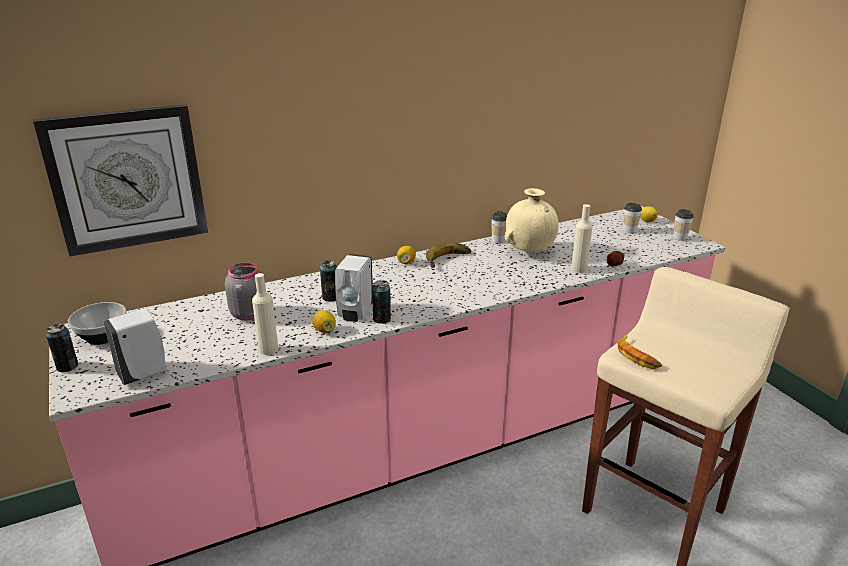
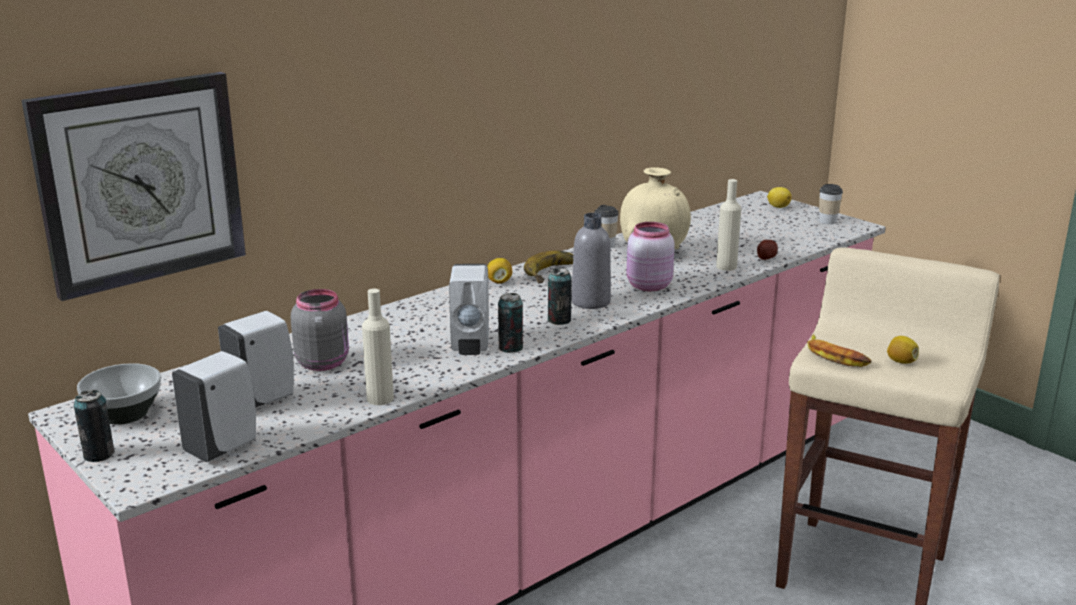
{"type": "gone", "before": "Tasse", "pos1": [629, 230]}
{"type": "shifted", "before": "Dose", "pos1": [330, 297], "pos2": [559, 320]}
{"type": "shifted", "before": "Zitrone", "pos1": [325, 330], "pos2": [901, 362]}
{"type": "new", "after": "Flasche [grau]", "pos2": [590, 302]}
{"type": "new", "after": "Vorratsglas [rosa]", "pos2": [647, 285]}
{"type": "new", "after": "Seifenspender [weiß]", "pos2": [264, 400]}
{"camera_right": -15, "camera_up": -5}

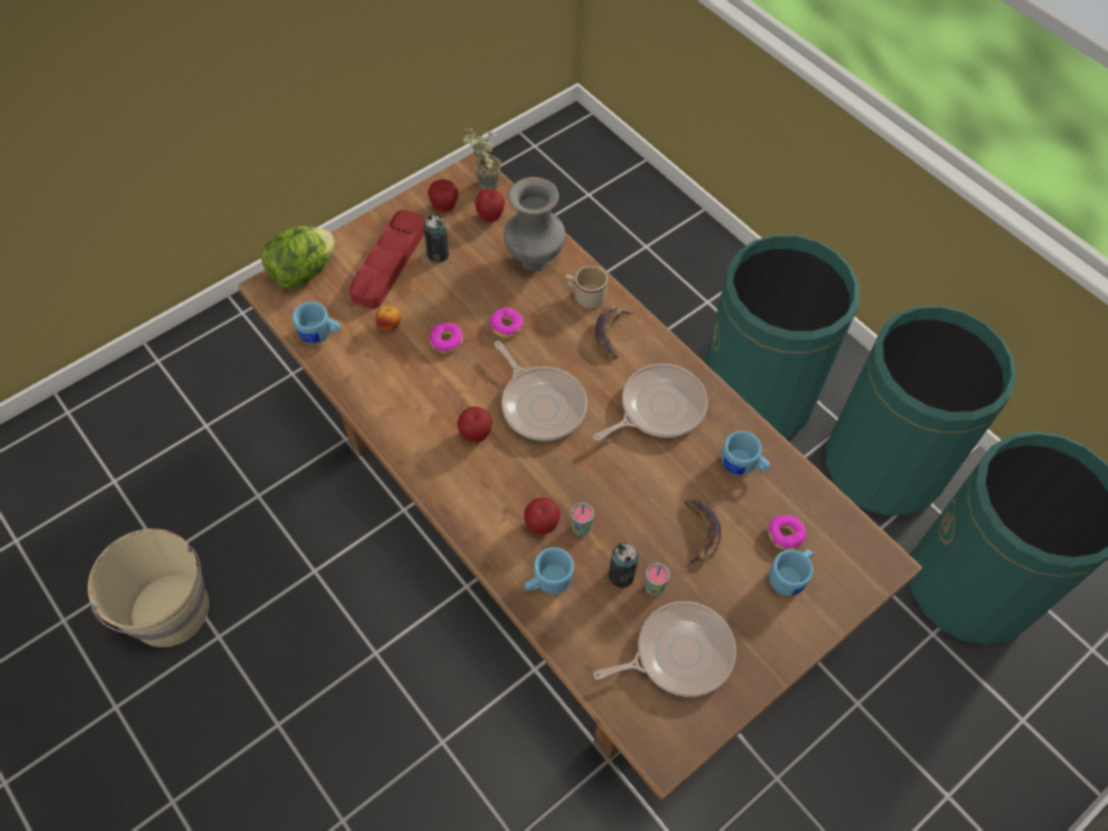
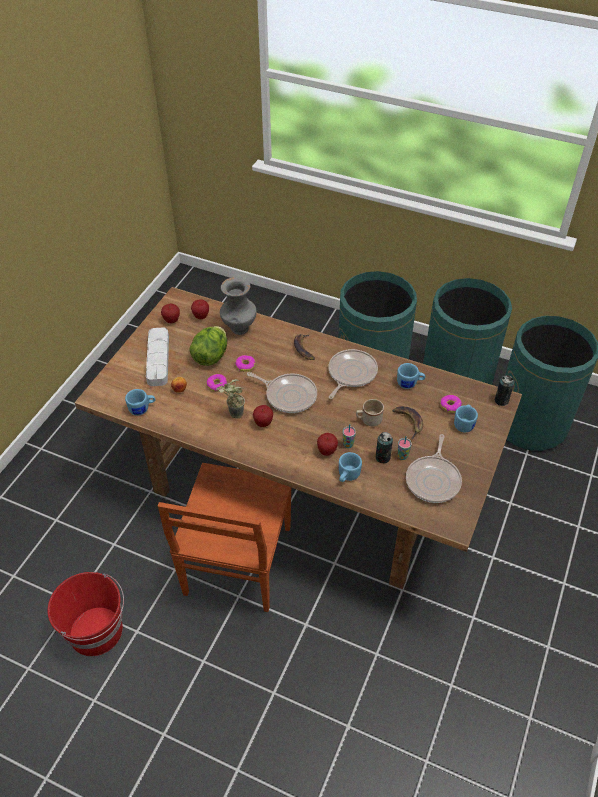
{"type": "shifted", "before": "Topfpflanze", "pos1": [482, 184], "pos2": [232, 415]}
{"type": "repainted", "before": "Tablett [rot]", "after": "Tablett [grau]", "pos1": [389, 263], "pos2": [158, 359]}
{"type": "shifted", "before": "Dose", "pos1": [438, 254], "pos2": [501, 400]}
{"type": "shifted", "before": "Salatkopf", "pos1": [302, 272], "pos2": [211, 356]}
{"type": "shifted", "before": "Henkelbecher [beige]", "pos1": [584, 296], "pos2": [368, 420]}
{"type": "repainted", "before": "Eimer [beige]", "after": "Eimer [rot]", "pos1": [171, 611], "pos2": [97, 631]}
{"type": "rotated", "before": "Pfanne", "pos1": [678, 653], "pos2": [433, 480], "turn": 150}
{"type": "new", "after": "Stuhl [braun]", "pos2": [237, 563]}
{"camera_right": -25, "camera_up": -10}

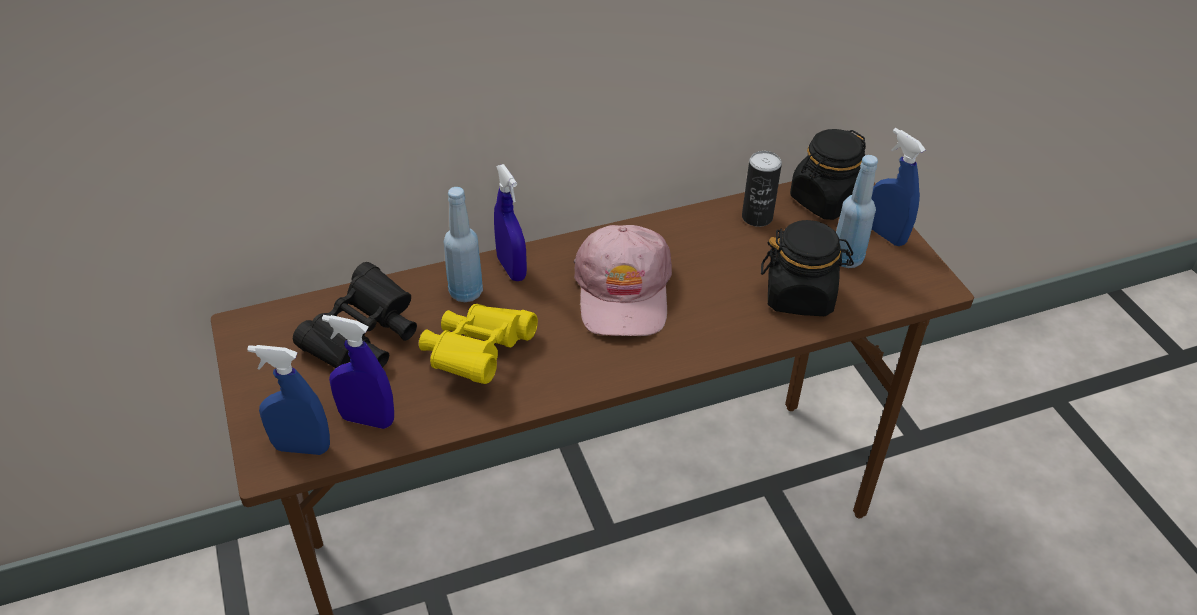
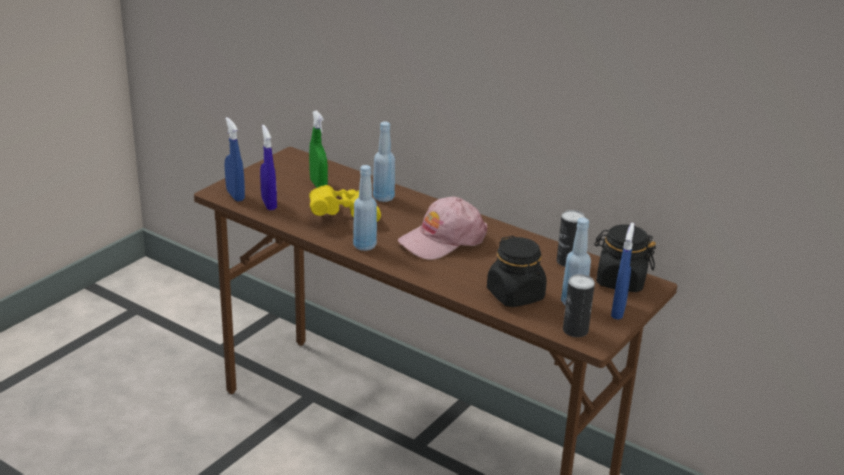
{"type": "gone", "before": "Sprühflasche [blau]", "pos1": [511, 268]}
{"type": "swapped", "before": "Fernglas [schwarz]", "after": "Sprühflasche [grün]", "pos1": [364, 339], "pos2": [318, 185]}
{"type": "new", "after": "Flasche [blau]", "pos2": [364, 246]}
{"type": "new", "after": "Dose", "pos2": [575, 330]}
{"camera_right": 55, "camera_up": -15}

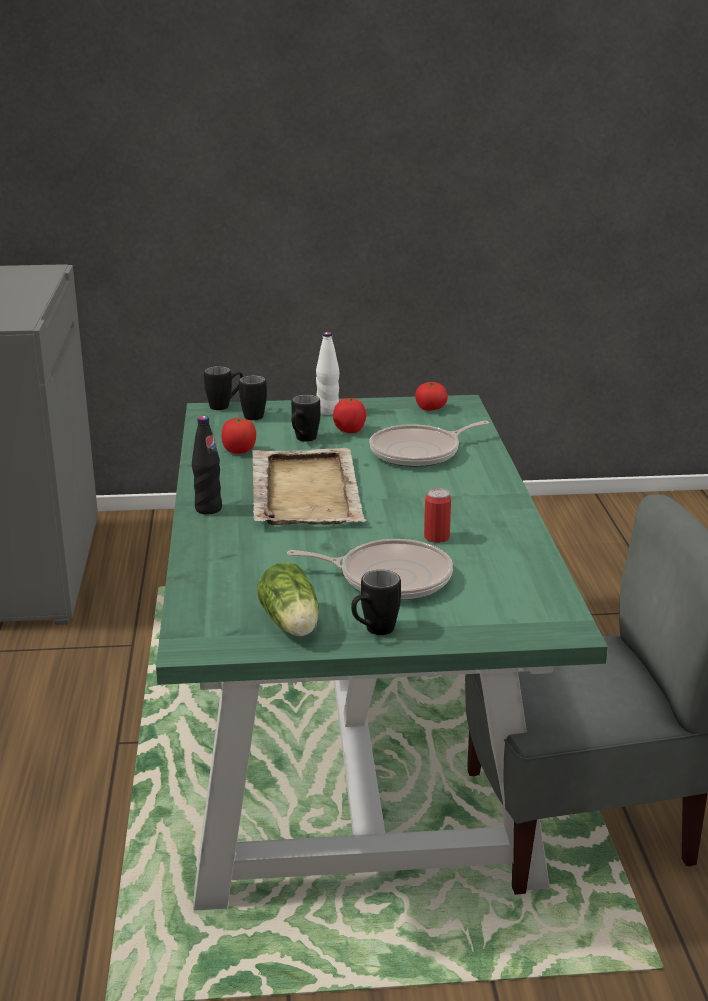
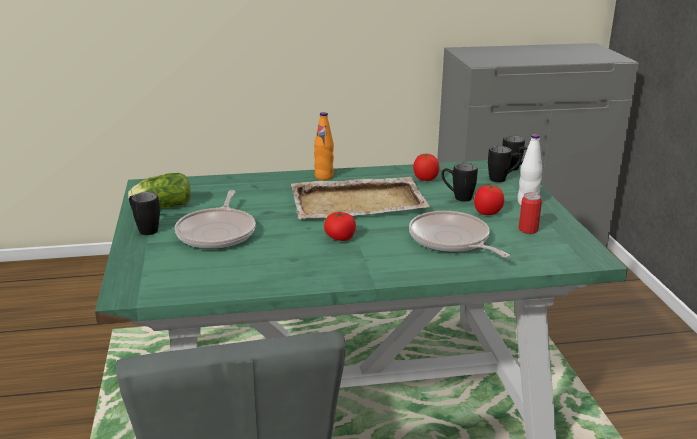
{"type": "shifted", "before": "Tomate", "pos1": [430, 409], "pos2": [340, 238]}
{"type": "repainted", "before": "Flasche [schwarz]", "after": "Flasche [orange]", "pos1": [208, 509], "pos2": [324, 177]}
{"type": "shifted", "before": "Dose", "pos1": [436, 537], "pos2": [528, 230]}
{"camera_right": 85, "camera_up": 0}

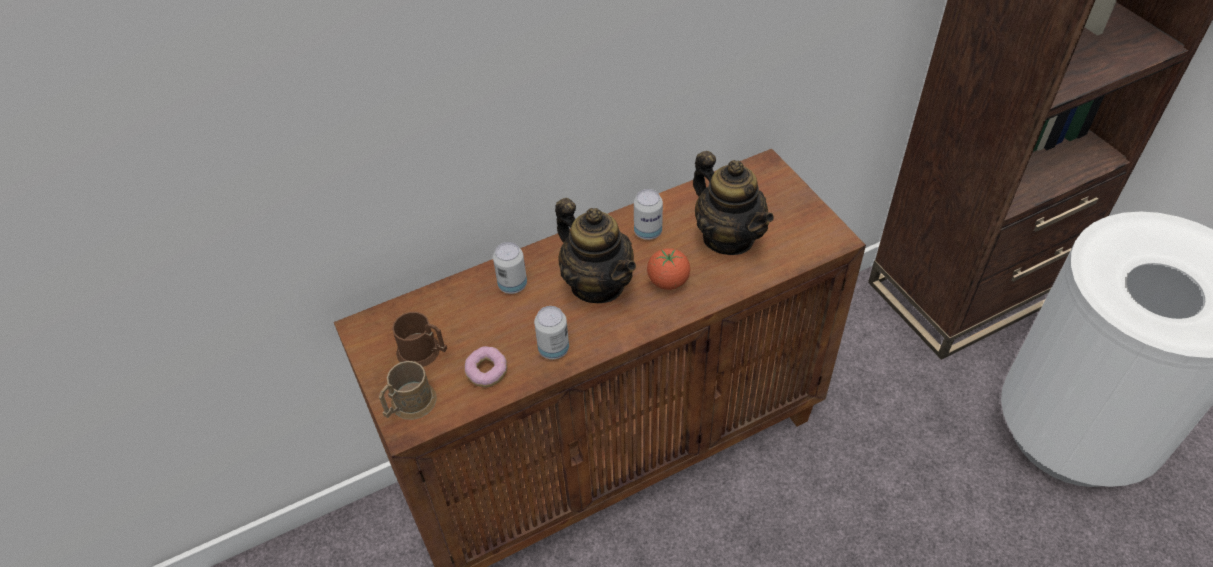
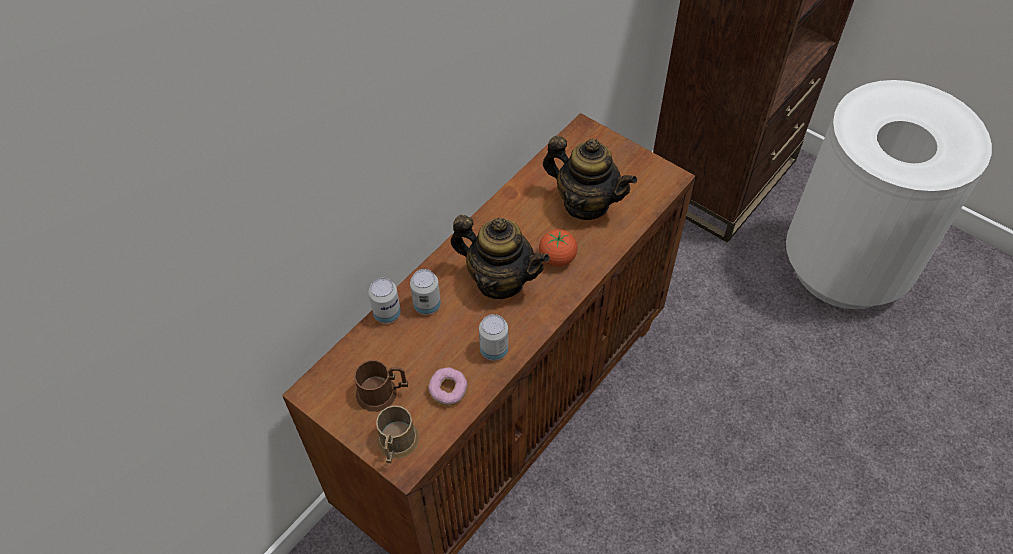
{"type": "shifted", "before": "Dose", "pos1": [648, 232], "pos2": [387, 314]}
{"camera_right": -25, "camera_up": 5}

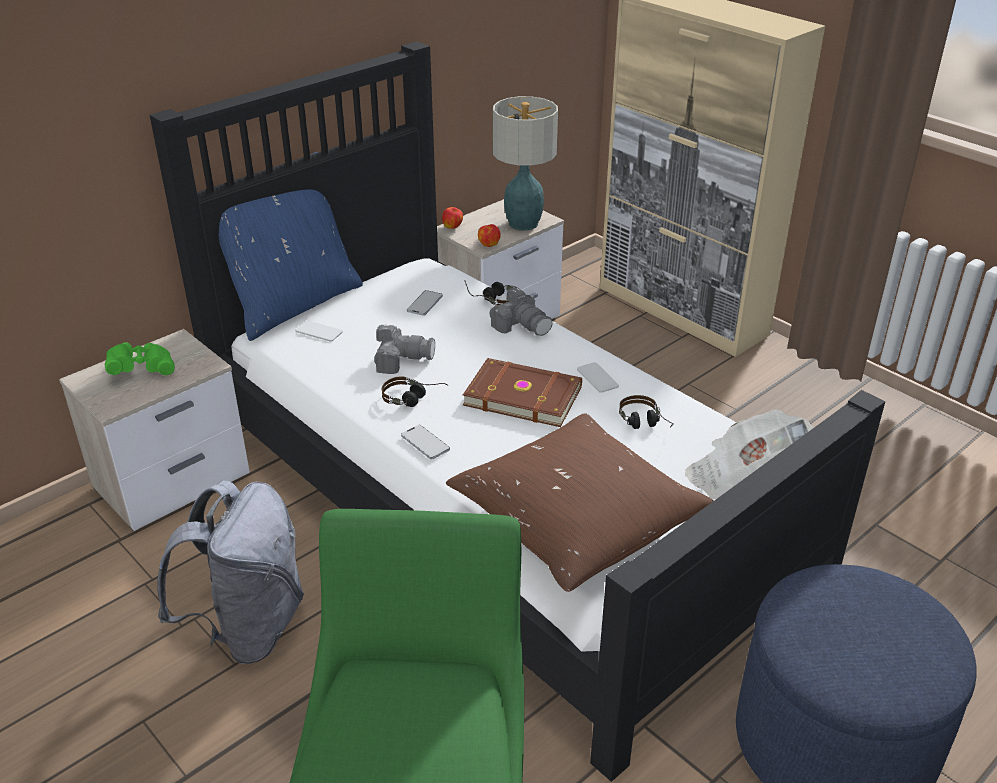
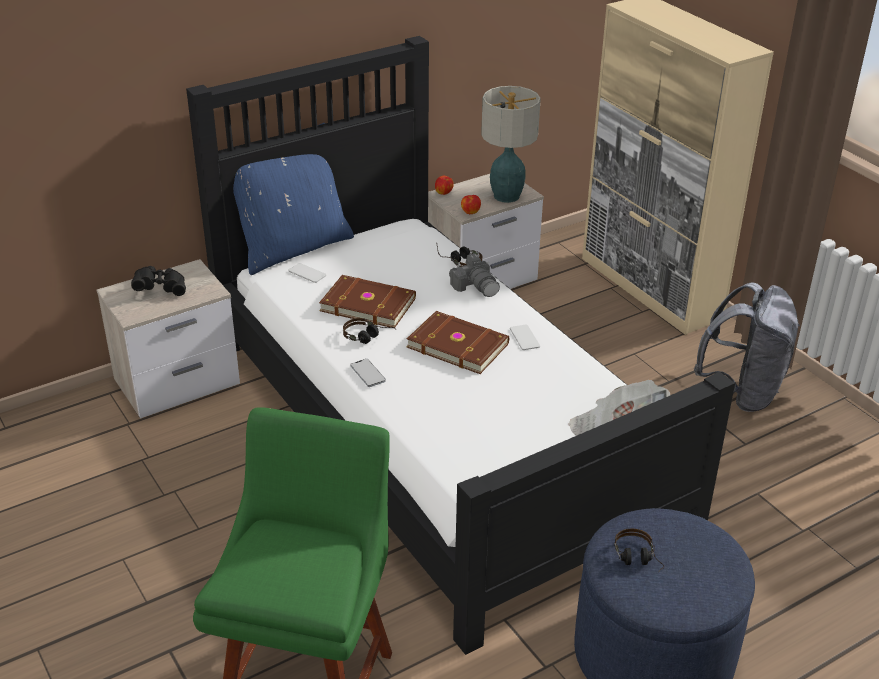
{"type": "gone", "before": "Handy", "pos1": [424, 304]}
{"type": "swapped", "before": "Kamera", "after": "Buch [braun]", "pos1": [401, 359], "pos2": [368, 304]}
{"type": "repainted", "before": "Fernglas [grün]", "after": "Fernglas [schwarz]", "pos1": [142, 369], "pos2": [161, 289]}
{"type": "shifted", "before": "Kopfhörer", "pos1": [645, 424], "pos2": [638, 561]}
{"type": "gone", "before": "Kissen [braun]", "pos1": [576, 518]}
{"type": "shifted", "before": "Rucksack [grau]", "pos1": [249, 628], "pos2": [742, 392]}
{"camera_right": 10, "camera_up": 0}

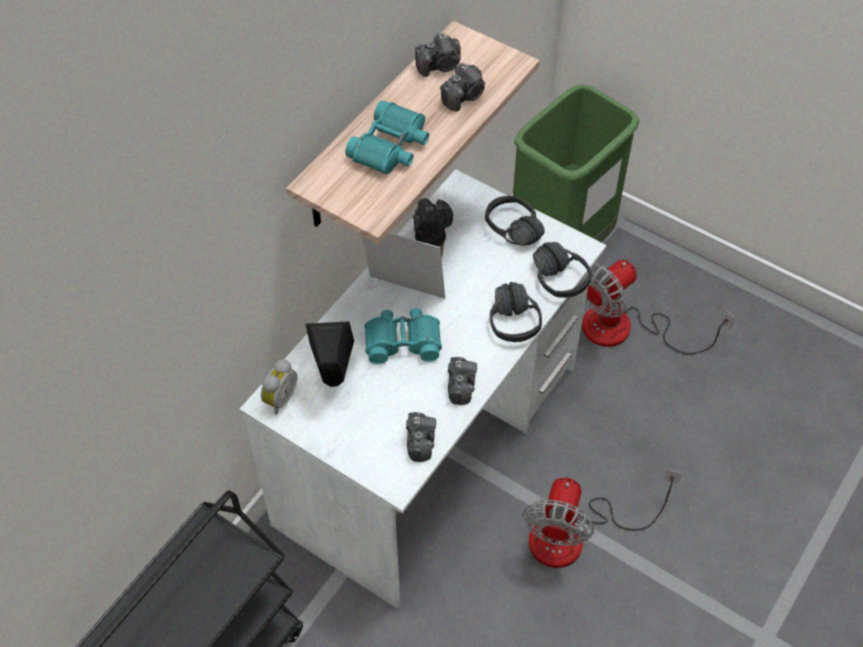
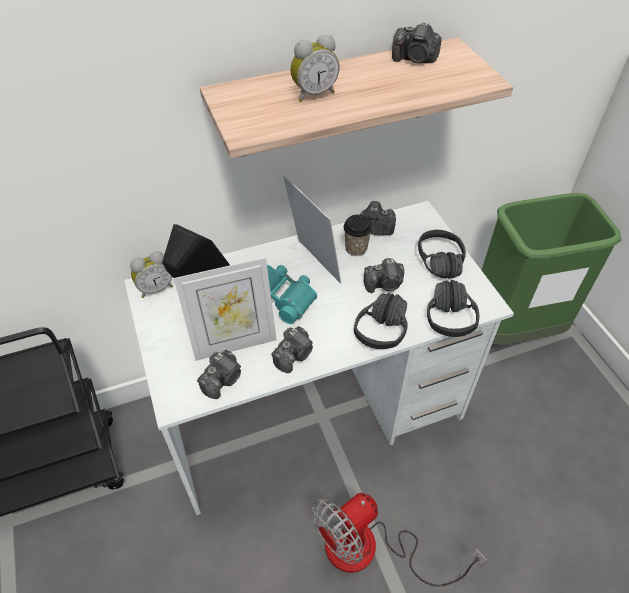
{"type": "shifted", "before": "Kamera", "pos1": [464, 96], "pos2": [384, 284]}
{"type": "swapped", "before": "Fernglas [türkis]", "after": "Wecker", "pos1": [391, 147], "pos2": [313, 94]}
{"type": "gone", "before": "Ventilator", "pos1": [625, 330]}
{"type": "new", "after": "Bilderrahmen", "pos2": [234, 343]}
{"camera_right": 35, "camera_up": -5}

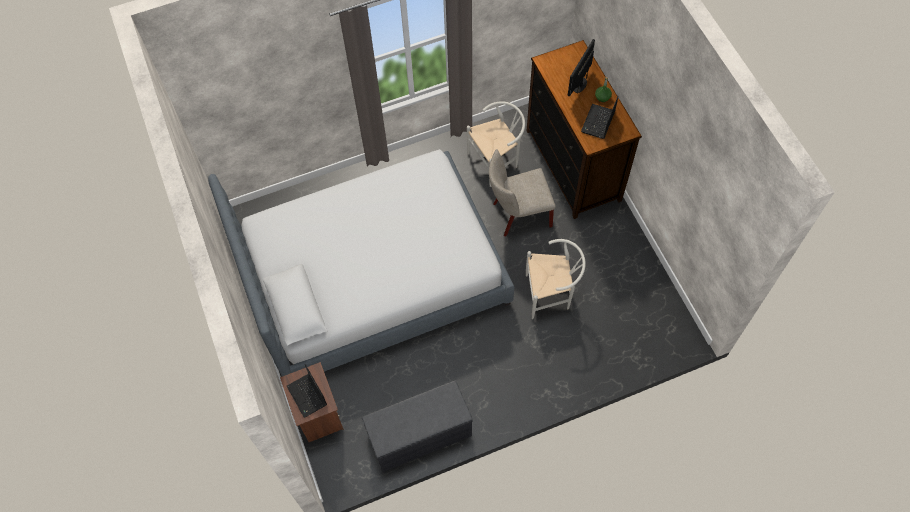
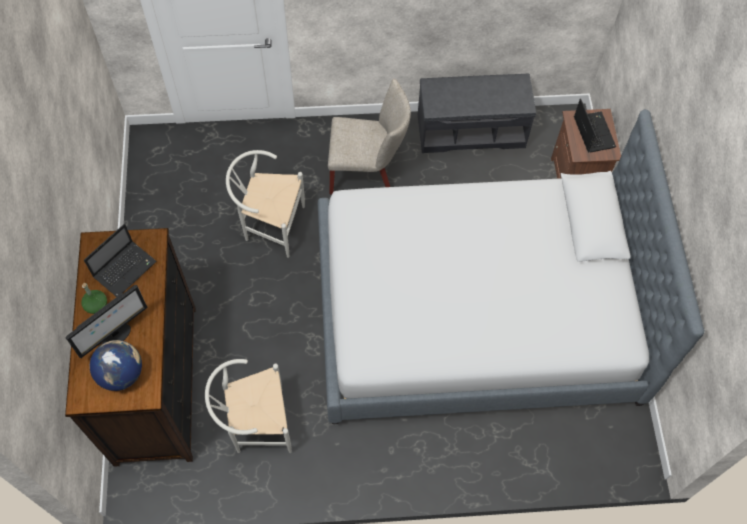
{"type": "shifted", "before": "Stuhl [beige]", "pos1": [518, 215], "pos2": [367, 172]}
{"type": "new", "after": "Globus", "pos2": [121, 374]}
{"camera_right": -165, "camera_up": 0}

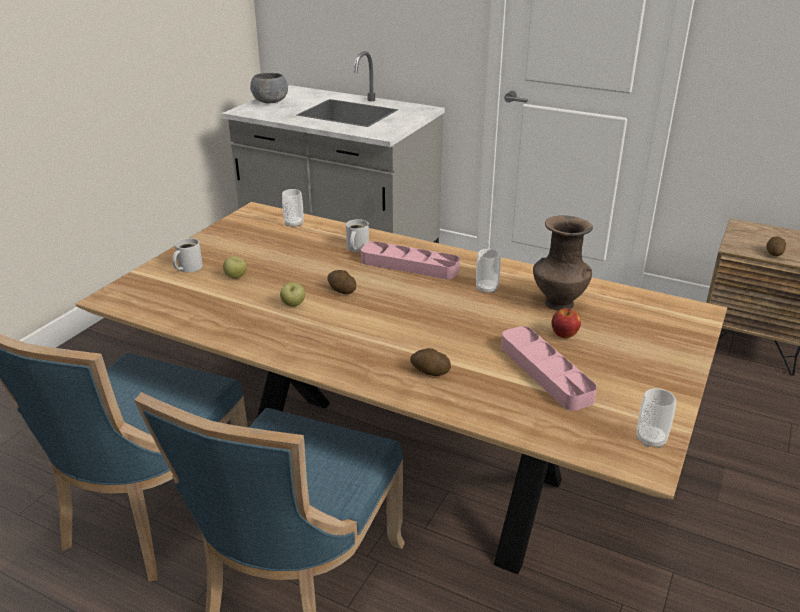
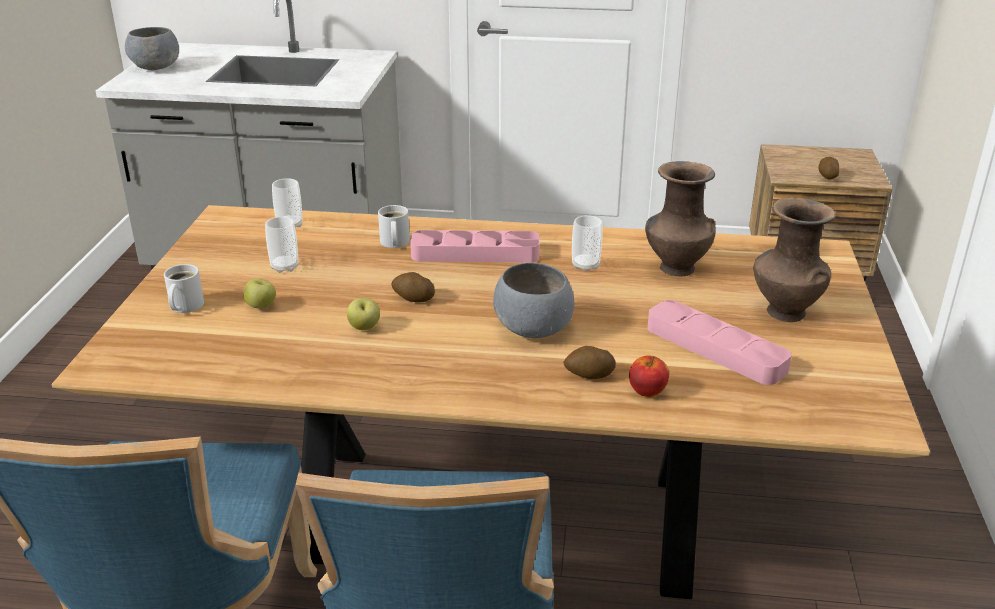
{"type": "shifted", "before": "Apfel", "pos1": [564, 334], "pos2": [647, 391]}
{"type": "shifted", "before": "Tasse", "pos1": [650, 439], "pos2": [284, 267]}
{"type": "new", "after": "Vase [braun]", "pos2": [784, 312]}
{"type": "new", "after": "Schüssel [grau]", "pos2": [533, 329]}
{"camera_right": -20, "camera_up": 0}

